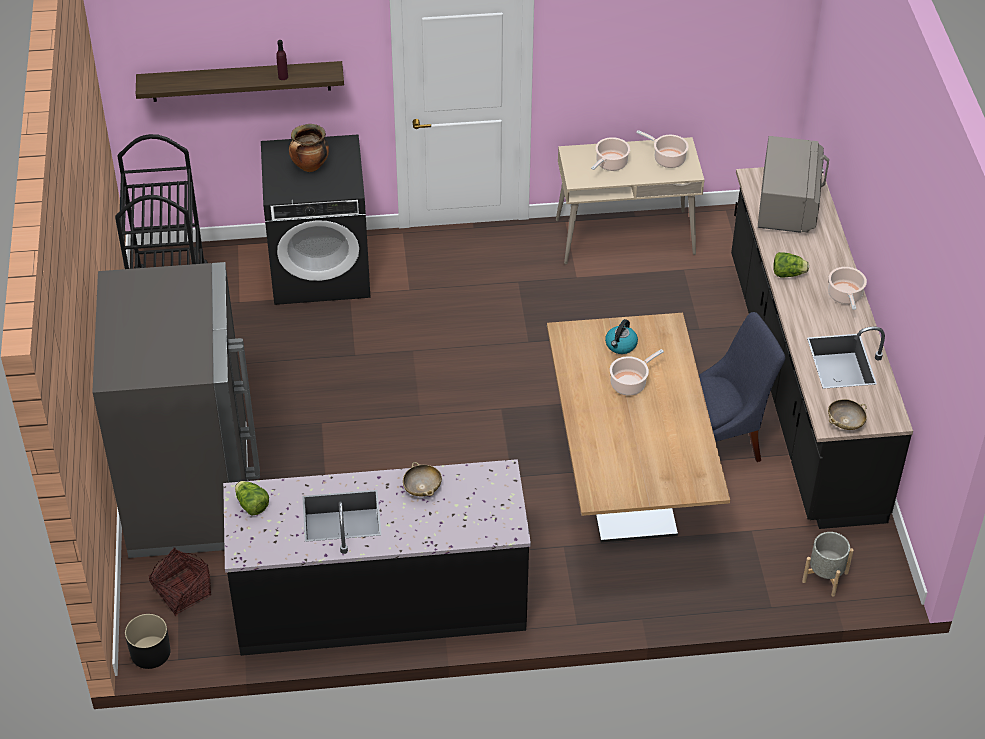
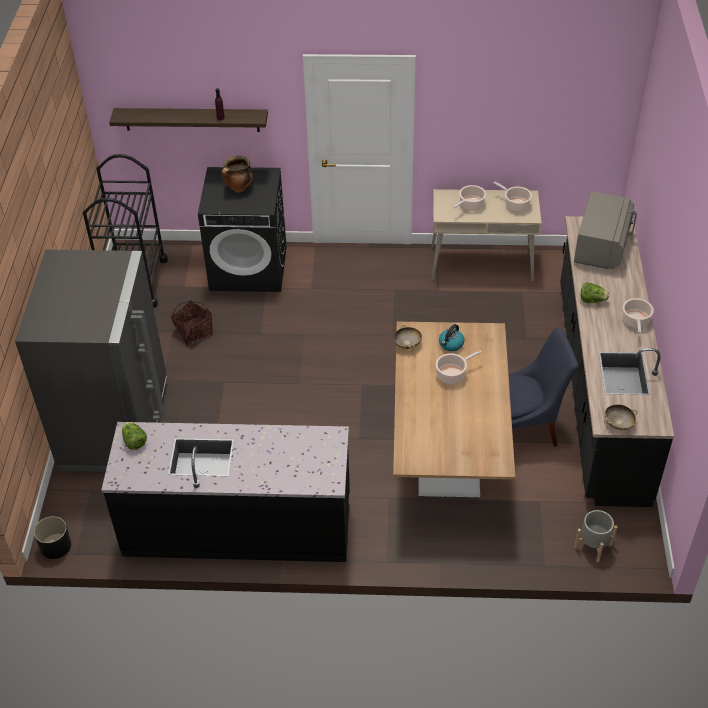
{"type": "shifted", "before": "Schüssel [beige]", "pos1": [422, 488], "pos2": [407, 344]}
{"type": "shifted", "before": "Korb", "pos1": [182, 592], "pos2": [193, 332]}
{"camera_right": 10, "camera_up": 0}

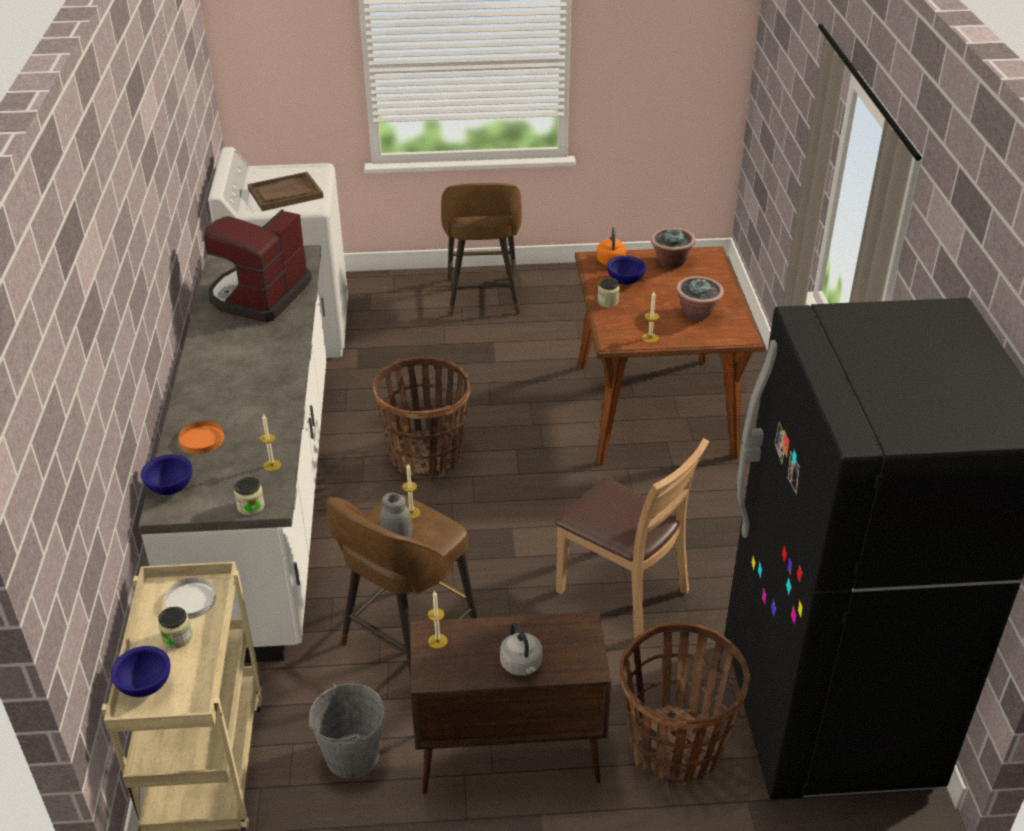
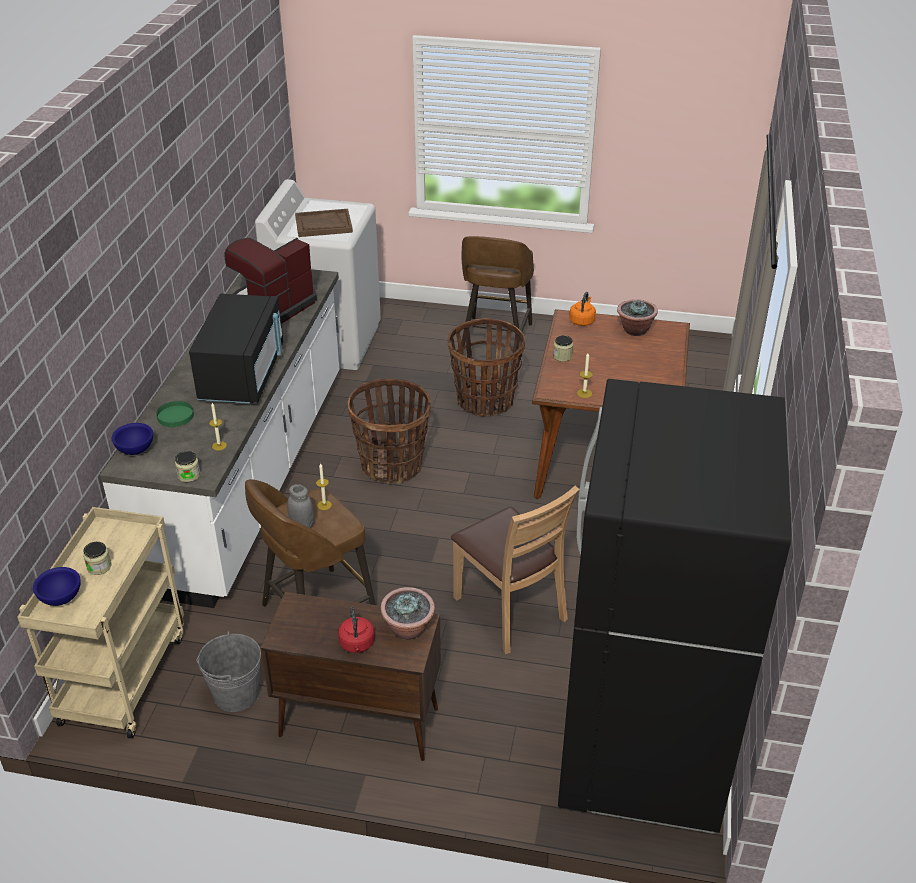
{"type": "gone", "before": "Schüssel [blau]", "pos1": [625, 281]}
{"type": "shifted", "before": "Topfpflanze", "pos1": [697, 313], "pos2": [408, 629]}
{"type": "repainted", "before": "Teller [orange]", "after": "Teller [grün]", "pos1": [202, 439], "pos2": [175, 416]}
{"type": "gone", "before": "Teller [weiß]", "pos1": [191, 600]}
{"type": "gone", "before": "Kerze", "pos1": [437, 641]}
{"type": "repainted", "before": "Wasserkessel [grau]", "after": "Wasserkessel [rot]", "pos1": [522, 665], "pos2": [357, 645]}
{"type": "shifted", "before": "Korb", "pos1": [675, 748], "pos2": [485, 401]}
{"type": "new", "after": "Mikrowelle [schwarz]", "pos2": [243, 375]}
{"camera_right": 15, "camera_up": 0}

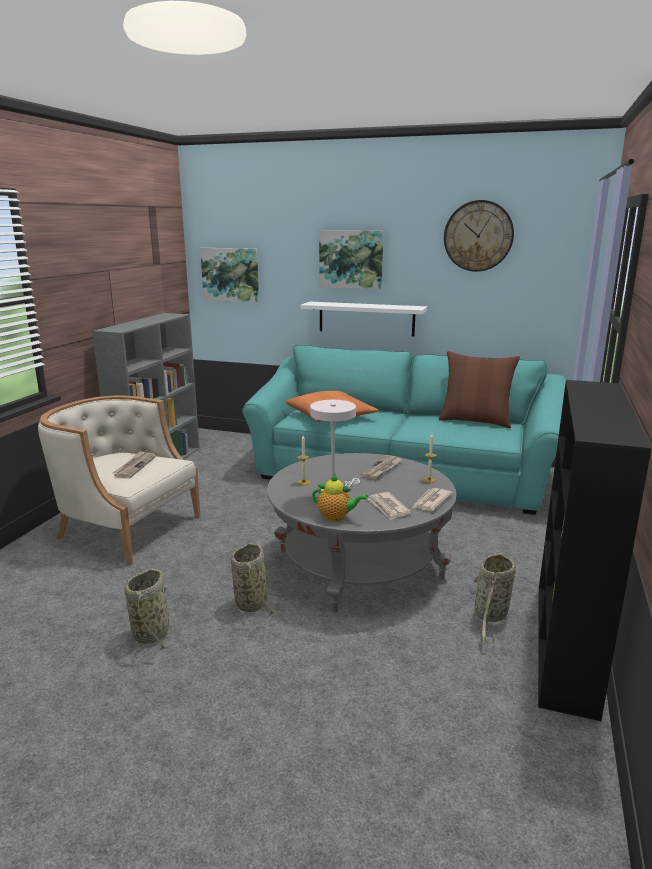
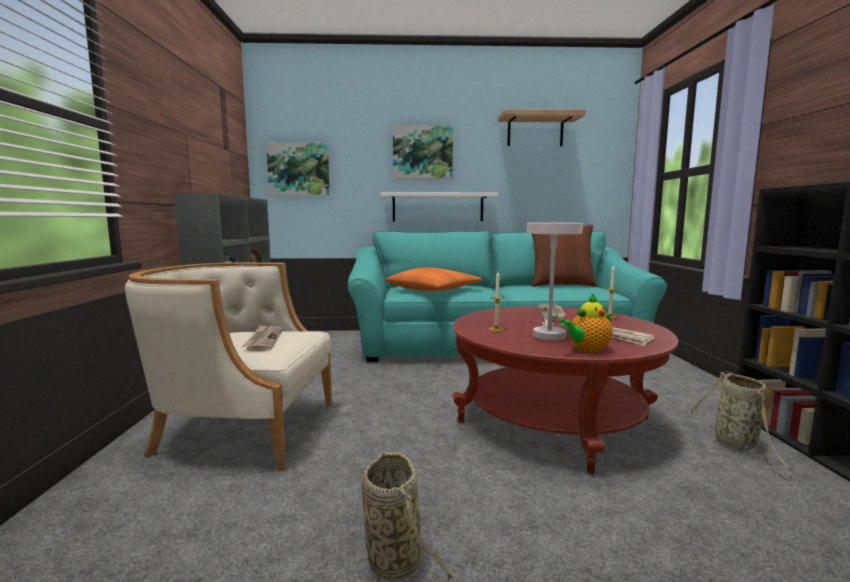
{"type": "swapped", "before": "Wanduhr", "after": "Wandregal", "pos1": [478, 236], "pos2": [535, 131]}
{"type": "repainted", "before": "Couchtisch [grau]", "after": "Couchtisch [rot]", "pos1": [359, 564], "pos2": [553, 420]}
{"type": "rotated", "before": "Teekanne", "pos1": [336, 517], "pos2": [587, 349], "turn": 150}
{"type": "gone", "before": "Zeitung", "pos1": [430, 502]}
{"type": "gone", "before": "Korb", "pos1": [251, 602]}
{"camera_right": -20, "camera_up": -10}

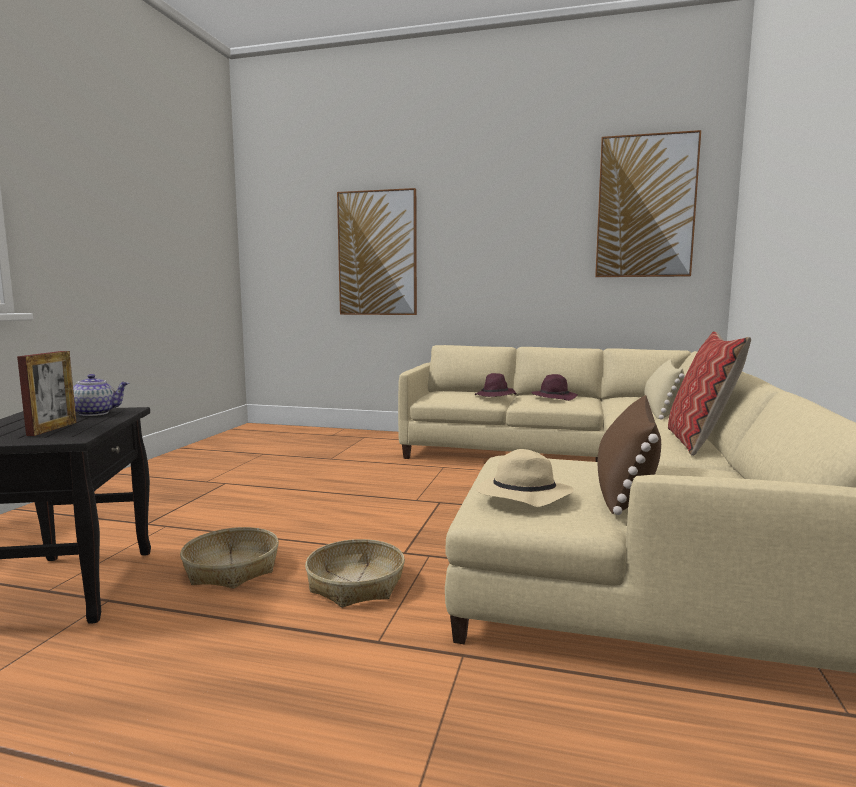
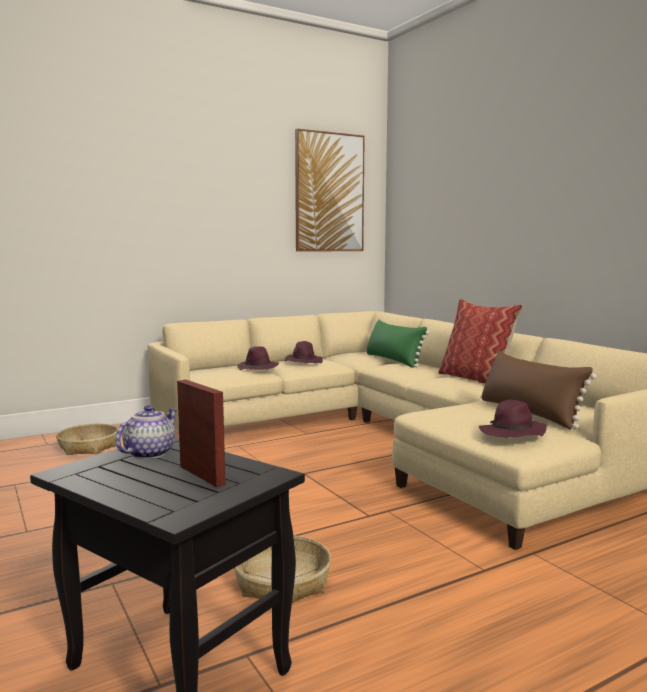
{"type": "gone", "before": "Bild", "pos1": [377, 253]}
{"type": "repainted", "before": "Kissen [beige]", "after": "Kissen [grün]", "pos1": [661, 410], "pos2": [393, 360]}
{"type": "repainted", "before": "Hut [beige]", "after": "Hut [lila]", "pos1": [522, 496], "pos2": [512, 433]}
{"type": "shifted", "before": "Korb", "pos1": [356, 584], "pos2": [88, 447]}
{"camera_right": -45, "camera_up": 0}

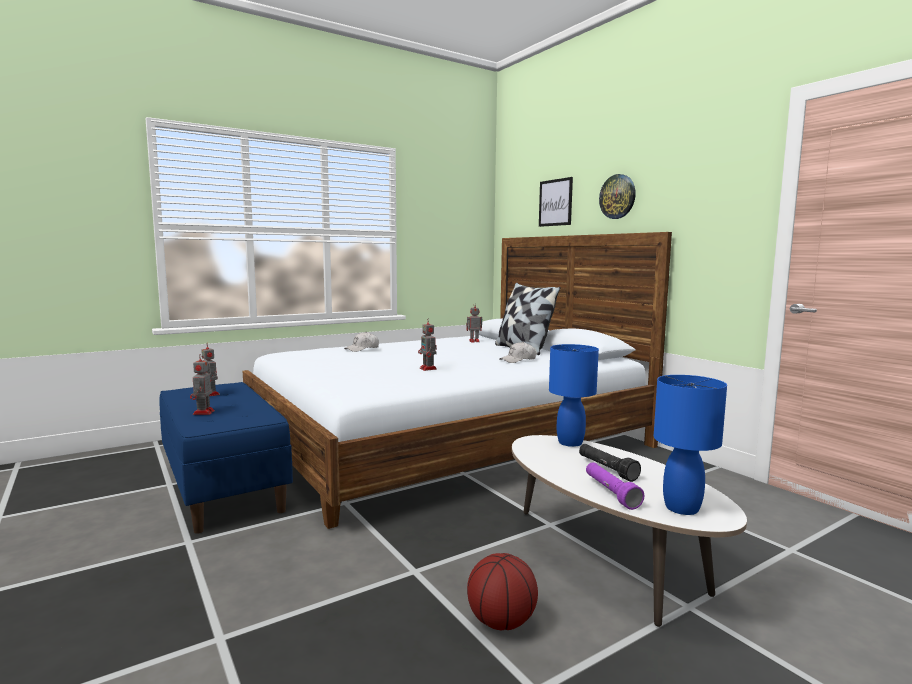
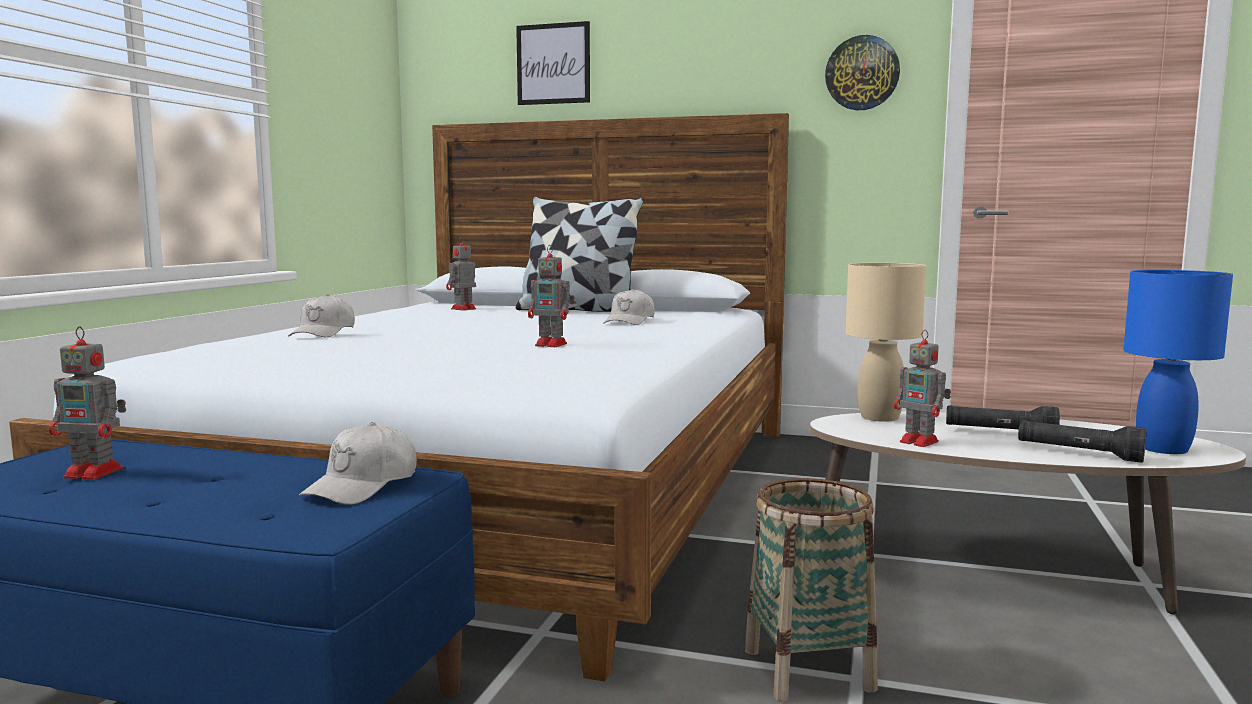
{"type": "shifted", "before": "Wanduhr", "pos1": [617, 196], "pos2": [862, 73]}
{"type": "repainted", "before": "Tischlampe [blau]", "after": "Tischlampe [beige]", "pos1": [570, 442], "pos2": [879, 417]}
{"type": "shifted", "before": "Spielzeugroboter", "pos1": [203, 413], "pos2": [921, 442]}
{"type": "repainted", "before": "Taschenlampe [lila]", "after": "Taschenlampe [schwarz]", "pos1": [610, 493], "pos2": [1078, 454]}
{"type": "gone", "before": "Basketball", "pos1": [500, 622]}
{"type": "new", "after": "Kappe [weiß]", "pos2": [363, 486]}
{"type": "new", "after": "Korb", "pos2": [807, 669]}
{"camera_right": -40, "camera_up": 0}

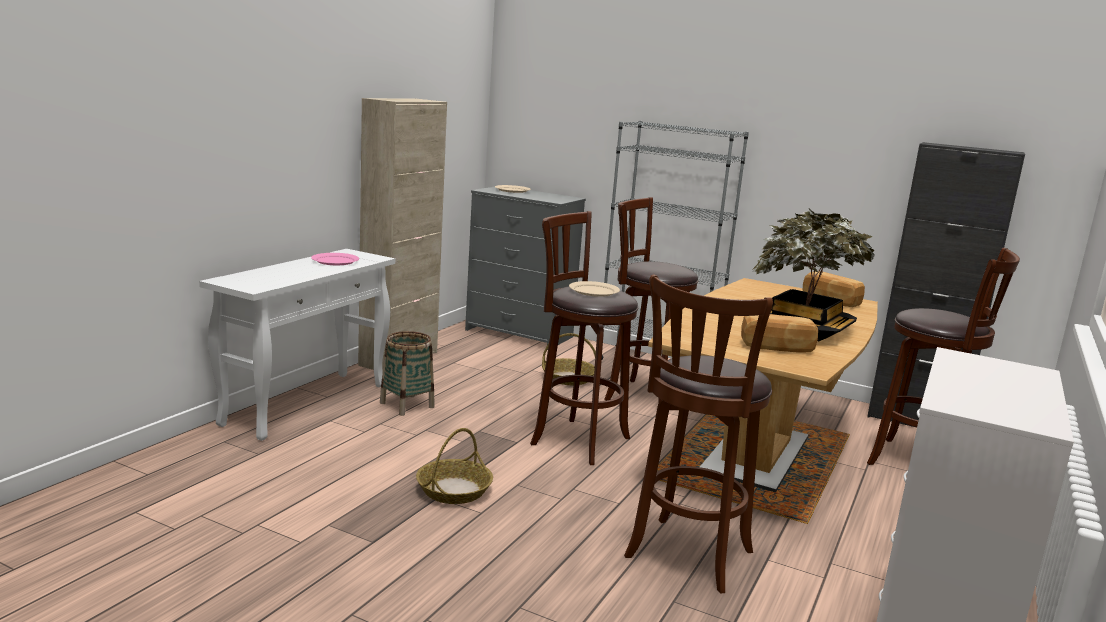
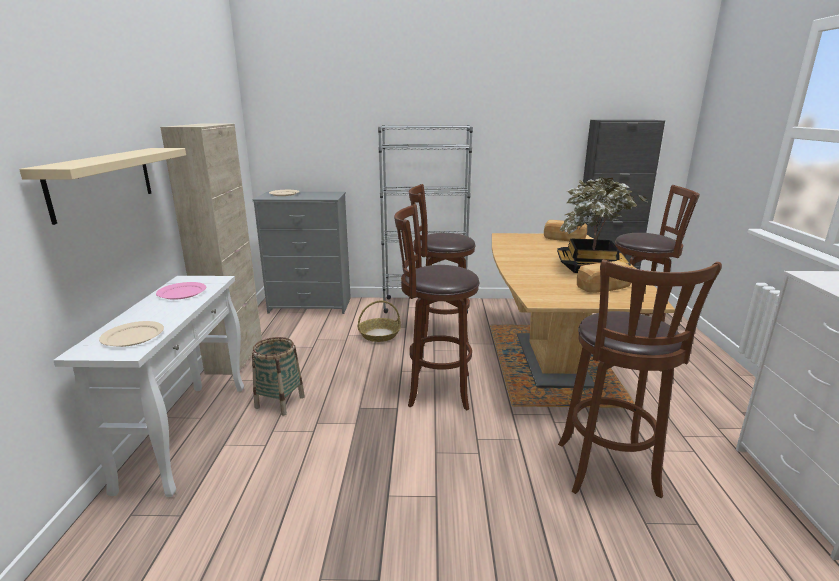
{"type": "shifted", "before": "Teller [beige]", "pos1": [594, 291], "pos2": [133, 336]}
{"type": "gone", "before": "Korb", "pos1": [454, 490]}
{"type": "new", "after": "Wandregal [beige]", "pos2": [102, 181]}
{"camera_right": -25, "camera_up": 5}

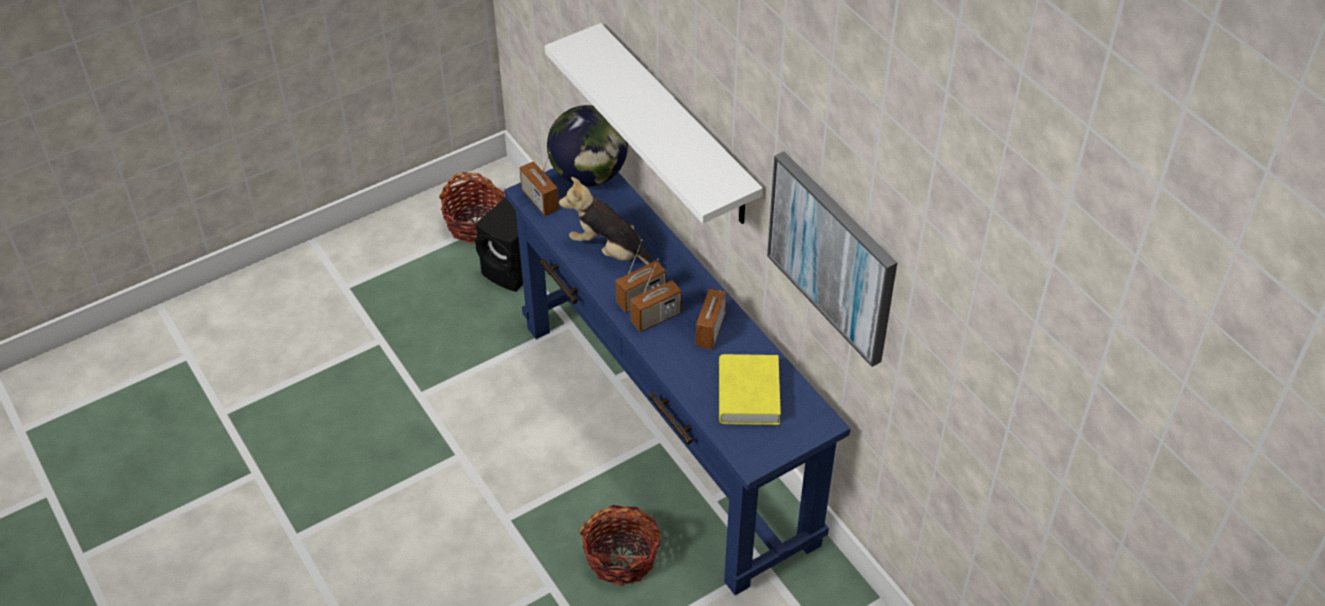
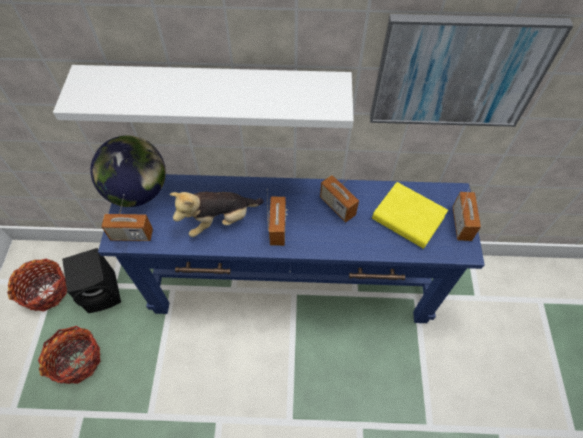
{"type": "shifted", "before": "Radio", "pos1": [656, 317], "pos2": [461, 224]}
{"type": "shifted", "before": "Korb", "pos1": [621, 557], "pos2": [77, 360]}
{"camera_right": -55, "camera_up": 10}

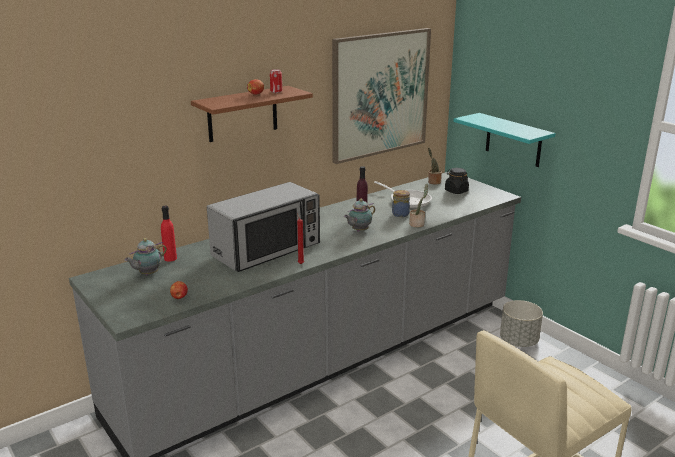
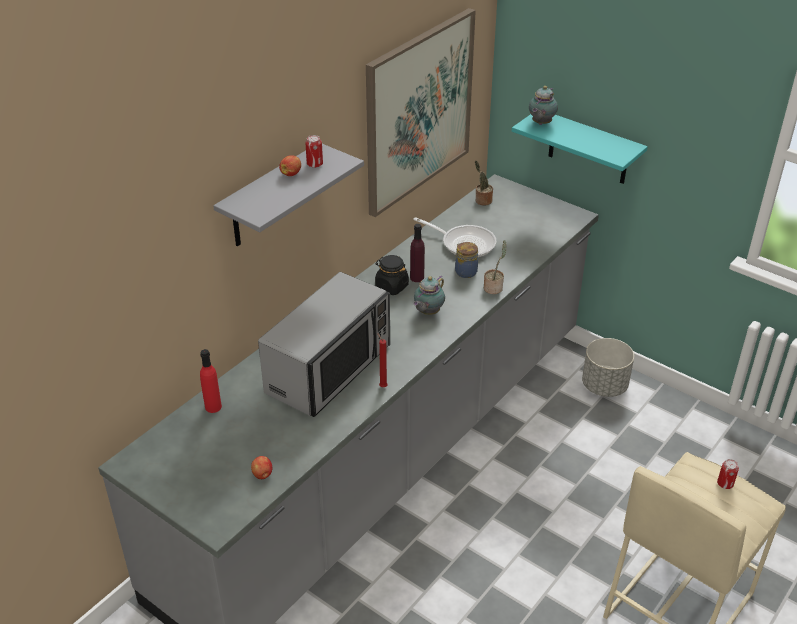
{"type": "repainted", "before": "Wandregal [braun]", "after": "Wandregal [grau]", "pos1": [242, 114], "pos2": [270, 197]}
{"type": "shifted", "before": "Vorratsglas [schwarz]", "pos1": [456, 191], "pos2": [391, 286]}
{"type": "shifted", "before": "Teekanne", "pos1": [147, 274], "pos2": [540, 123]}
{"type": "new", "after": "Dose", "pos2": [725, 484]}
{"camera_right": -15, "camera_up": 15}

